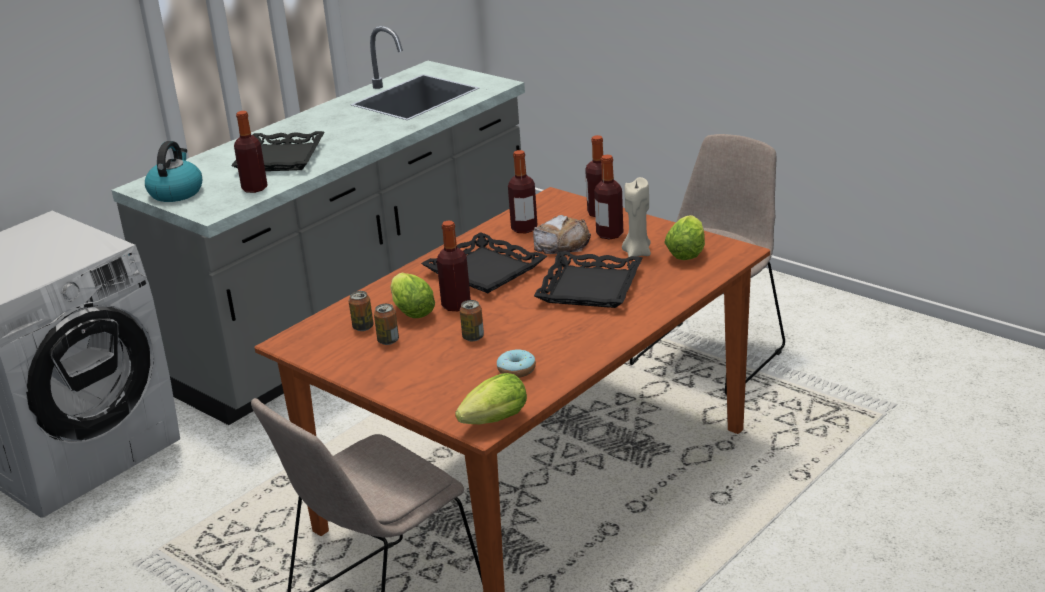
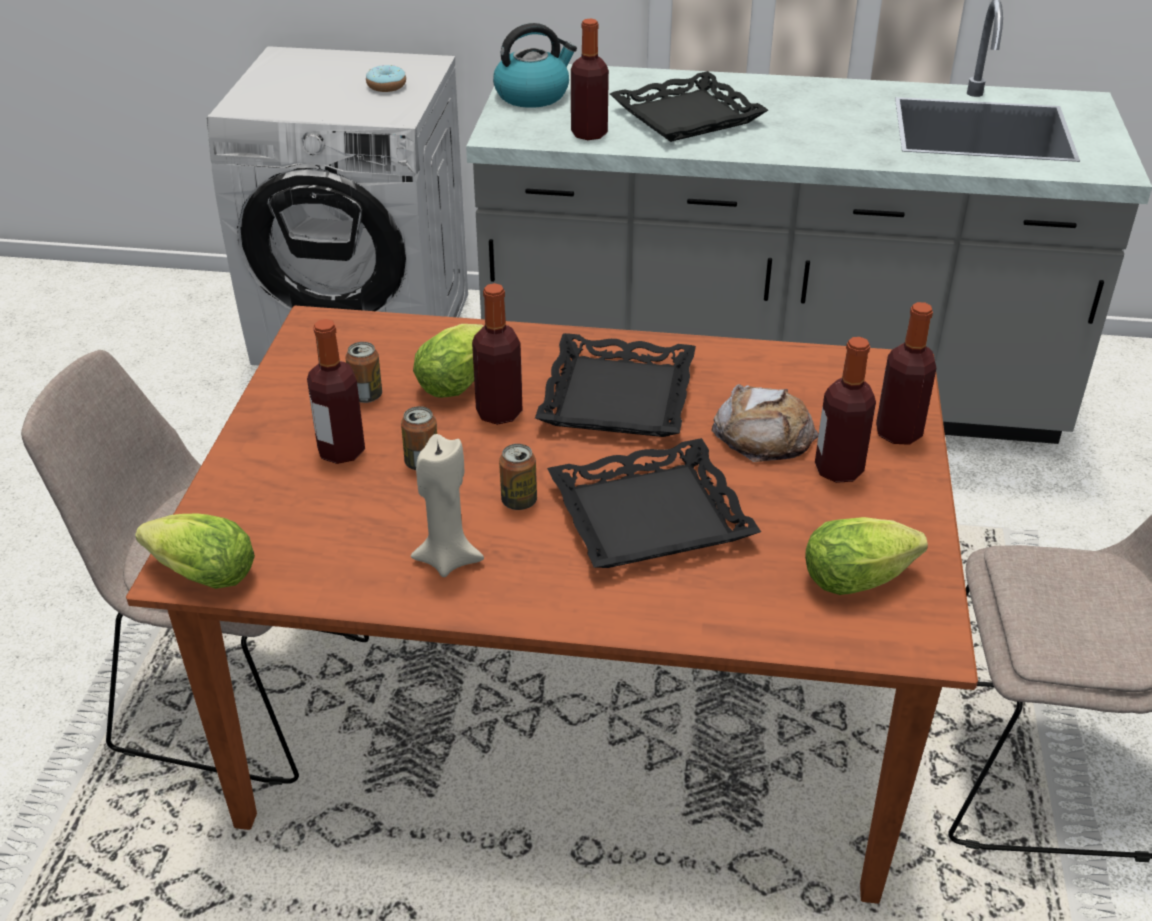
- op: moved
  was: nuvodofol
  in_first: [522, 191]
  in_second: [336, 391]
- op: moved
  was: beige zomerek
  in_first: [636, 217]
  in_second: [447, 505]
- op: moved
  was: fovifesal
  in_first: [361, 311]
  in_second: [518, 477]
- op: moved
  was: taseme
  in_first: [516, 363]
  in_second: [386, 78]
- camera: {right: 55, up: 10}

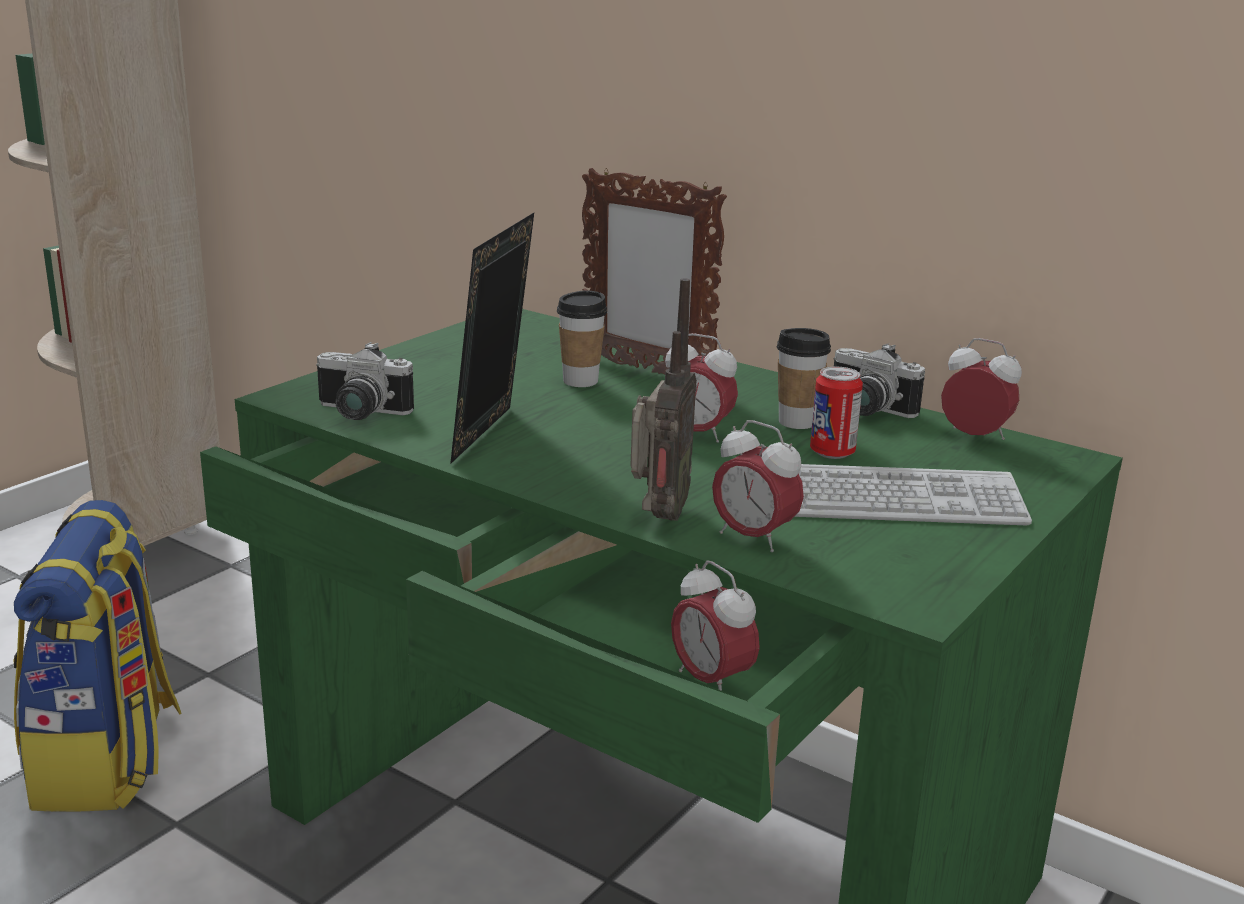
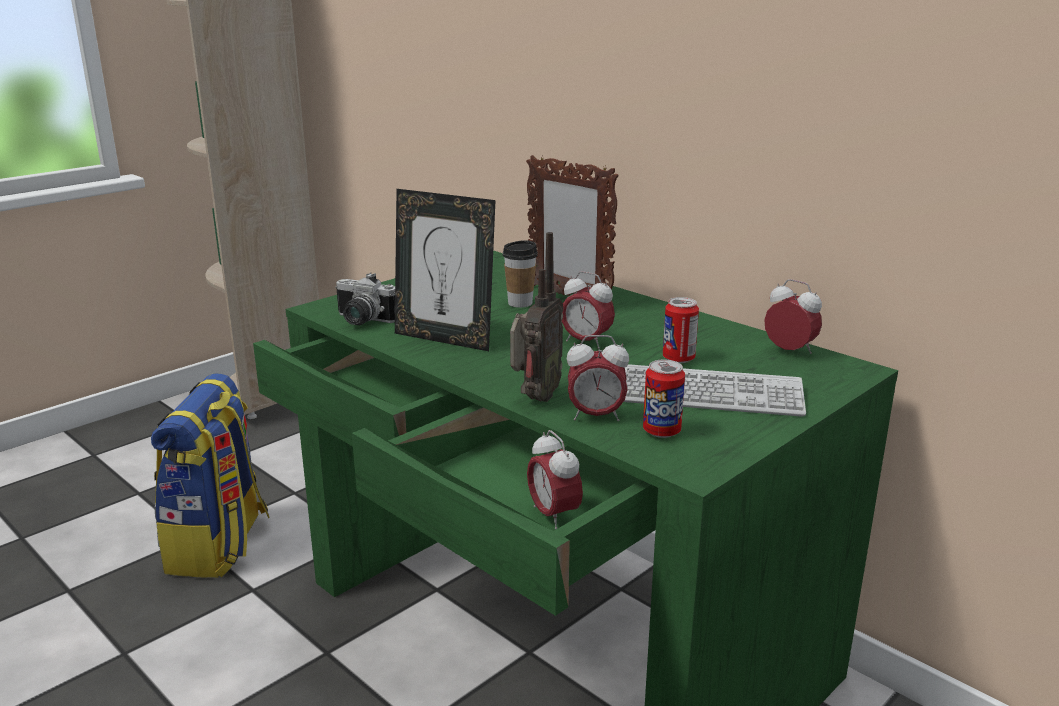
- op: turned
  was: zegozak
  in_first: [492, 338]
  in_second: [445, 270]
  clockwise: -90
- op: removed
  was: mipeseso
  in_first: [804, 378]
- op: removed
  was: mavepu
  in_first: [879, 380]
- op: turned
  was: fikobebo
  in_first: [758, 486]
  in_second: [598, 378]
  clockwise: -45
- op: added
  now: fovifesal
  in_second: [664, 399]
- camera: {right: 10, up: 0}

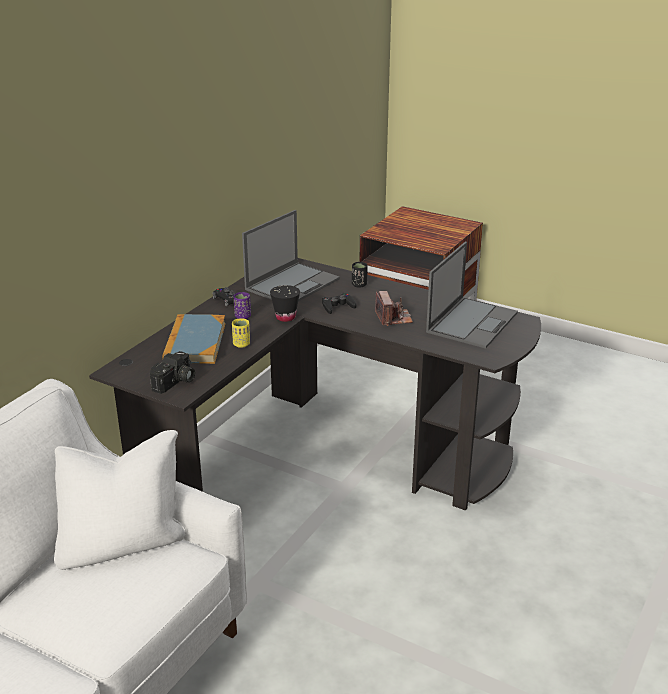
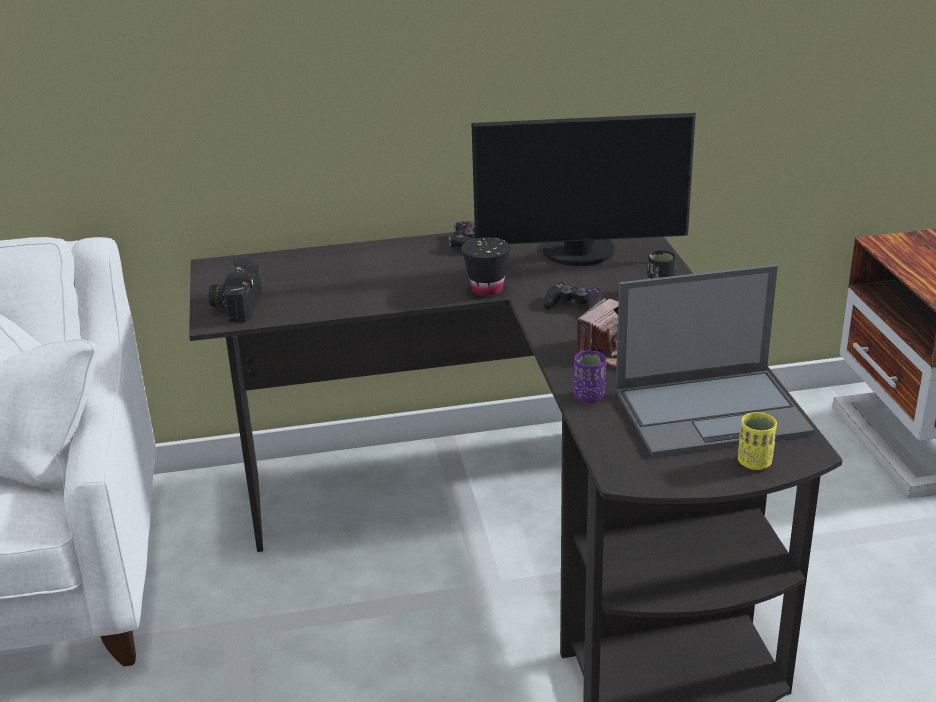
- op: replaced
  was: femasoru
  now: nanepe
  in_first: [291, 256]
  in_second: [584, 189]
- op: moved
  was: purple mipeseso
  in_first: [242, 305]
  in_second: [589, 377]
- op: removed
  was: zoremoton
  in_first: [194, 339]
- op: moved
  was: yellow mipeseso
  in_first: [241, 333]
  in_second: [757, 441]
- op: turned
  was: mavepu
  in_first: [172, 372]
  in_second: [235, 292]
  clockwise: 105
- camera: {right: 50, up: 0}

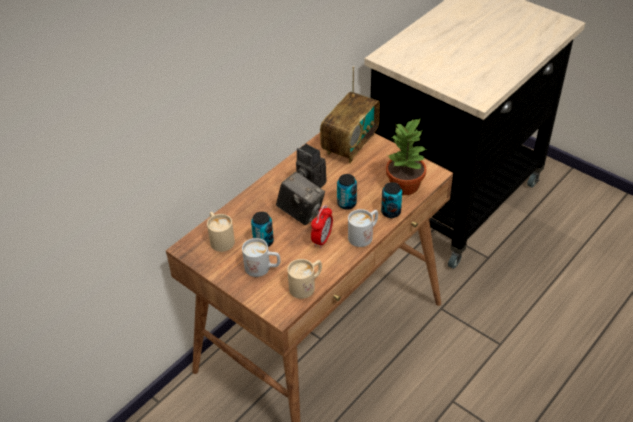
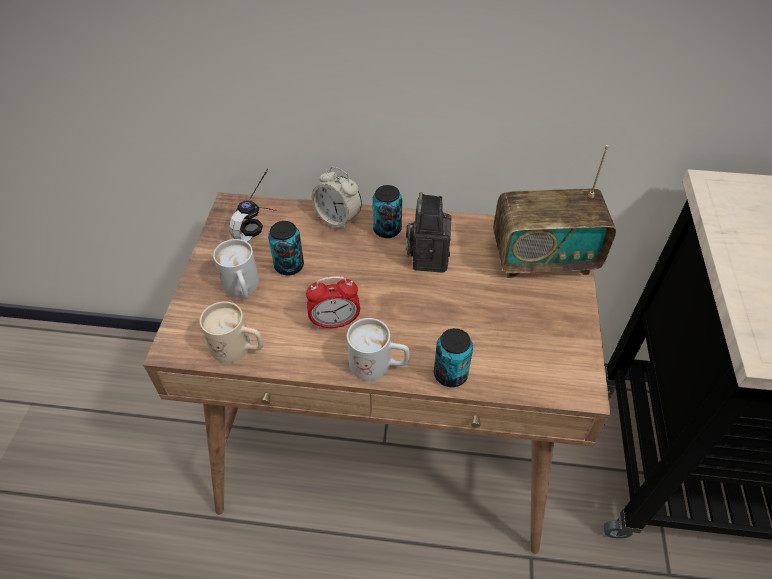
- op: removed
  was: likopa
  in_first: [406, 156]
- op: removed
  was: mavepu
  in_first: [300, 198]
- op: moved
  was: fovifesal
  in_first: [347, 192]
  in_second: [387, 211]
- op: replaced
  was: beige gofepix
  now: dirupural
  in_first: [221, 232]
  in_second: [253, 205]
- op: added
  now: fikobebo
  in_second: [337, 198]
- camera: {right: 55, up: 5}

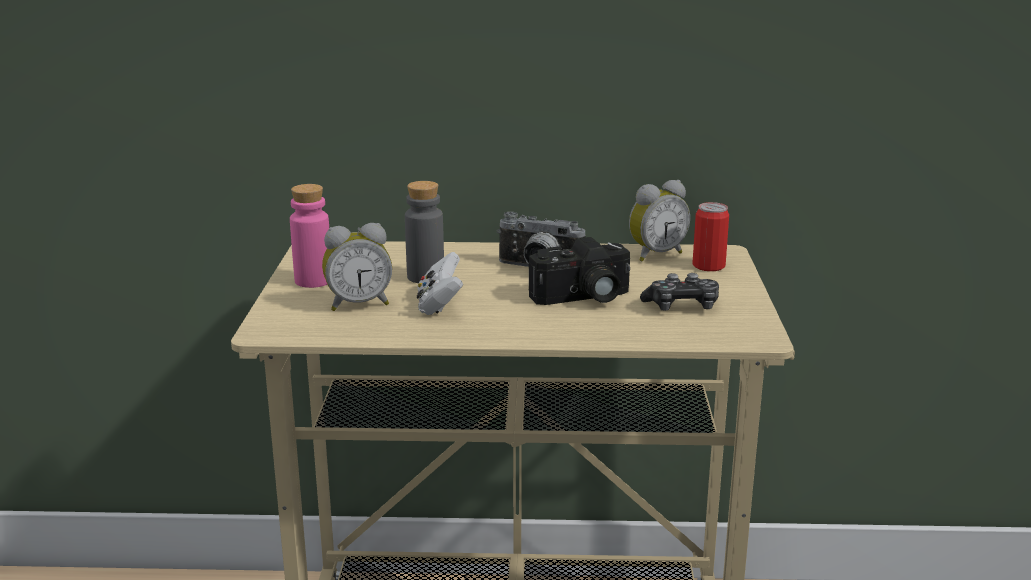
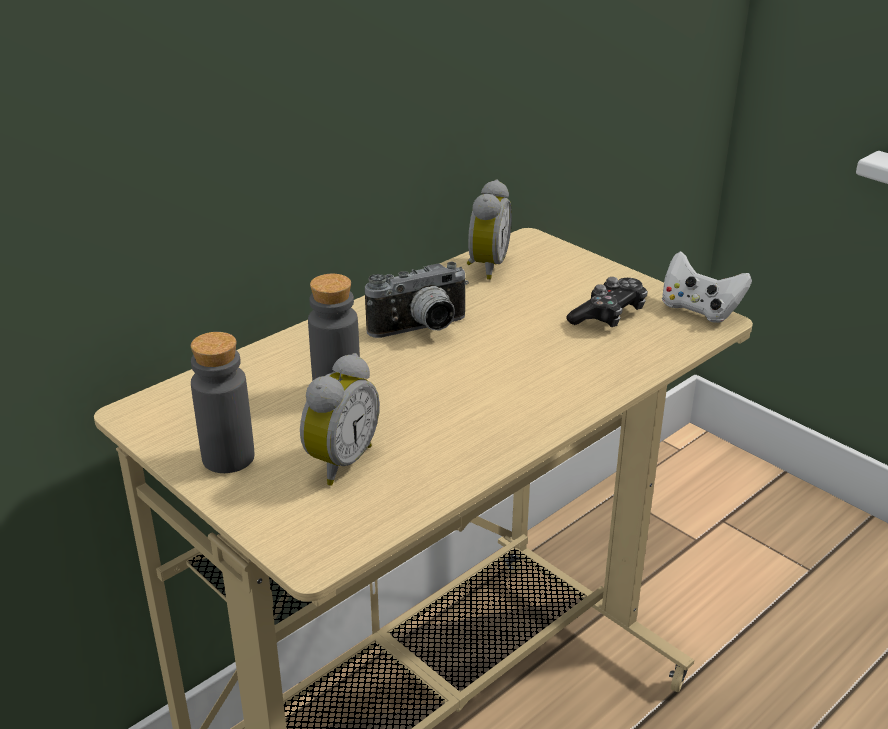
- op: recoloured
  was: pink nuvodofol
  now: grey nuvodofol
  in_first: [309, 236]
  in_second: [223, 402]
- op: removed
  was: fovifesal
  in_first: [710, 236]
- op: removed
  was: mavepu
  in_first: [579, 271]
- op: moved
  was: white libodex
  in_first: [440, 283]
  in_second: [707, 287]
- camera: {right: -45, up: 10}

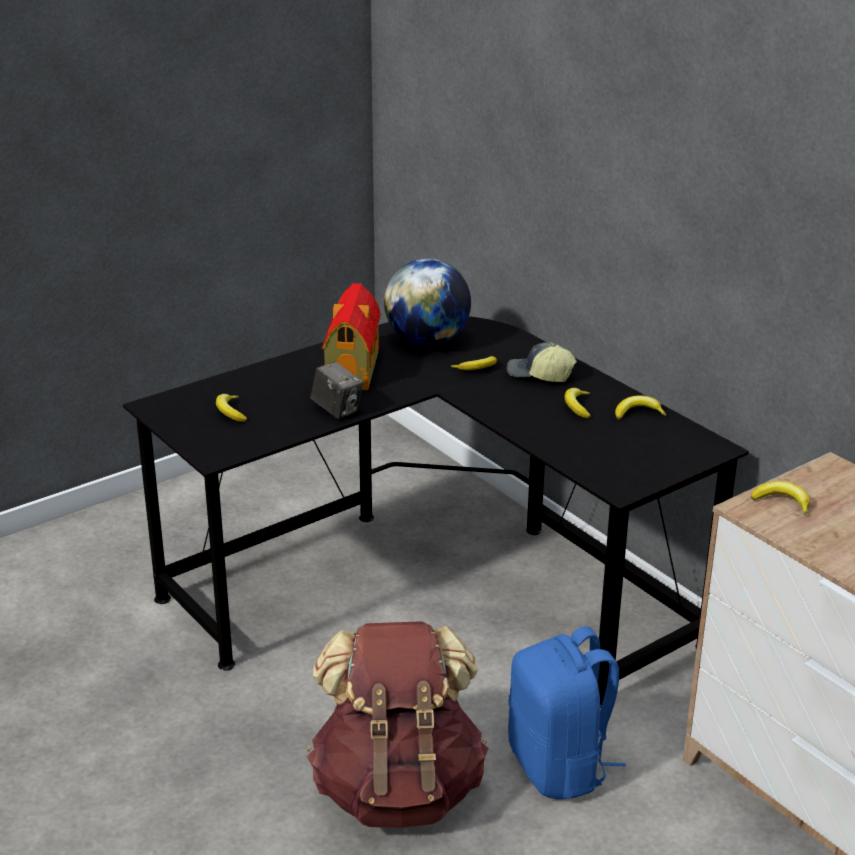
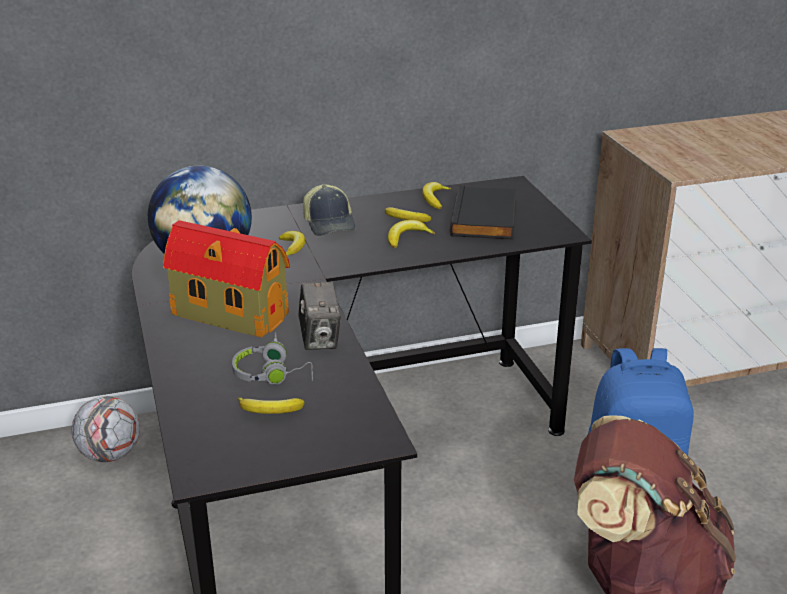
- op: turned
  was: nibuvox
  in_first: [542, 362]
  in_second: [329, 210]
  clockwise: -60
- op: turned
  was: mavepu
  in_first: [336, 390]
  in_second: [319, 316]
  clockwise: 105
- op: moved
  was: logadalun
  in_first: [780, 498]
  in_second: [411, 234]
- op: added
  now: black zoremoton
  in_second: [483, 212]
- op: added
  now: grey dirupural
  in_second: [272, 358]
- op: added
  now: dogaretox
  in_second: [106, 429]
- camera: {right: -70, up: 0}

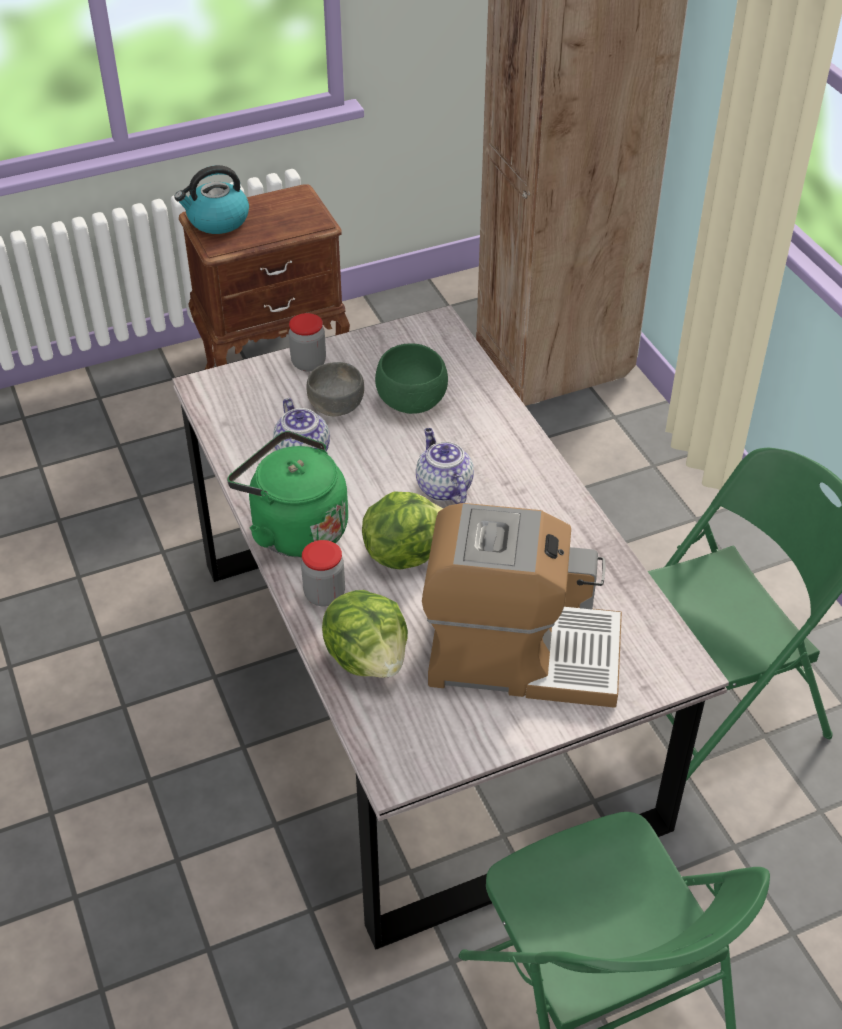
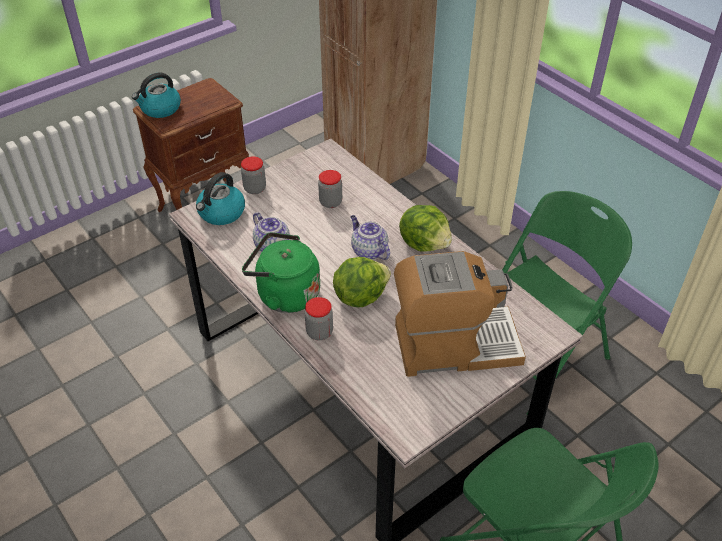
- op: replaced
  was: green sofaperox
  now: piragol
  in_first: [411, 378]
  in_second: [330, 189]
- op: removed
  was: grey sofaperox
  in_first: [335, 389]
- op: moved
  was: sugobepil
  in_first: [365, 634]
  in_second: [425, 228]
- op: added
  now: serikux
  in_second: [220, 198]
- camera: {right: -15, up: 0}

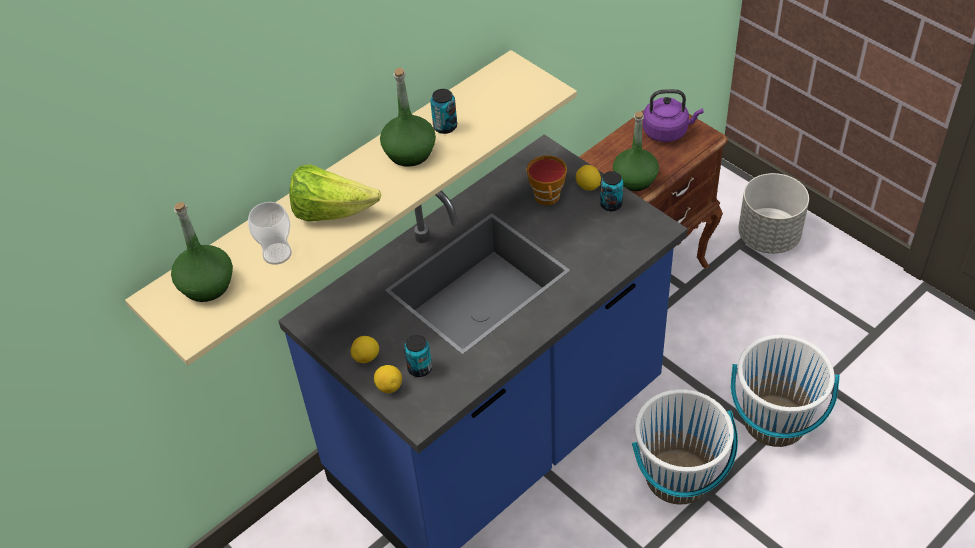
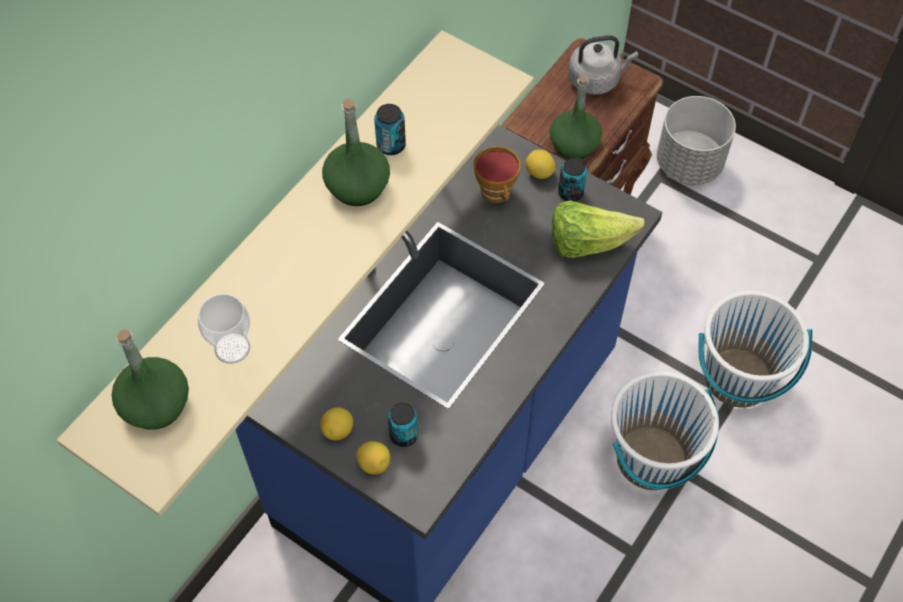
- op: recoloured
  was: purple serikux
  now: grey serikux
  in_first: [673, 115]
  in_second: [603, 65]
- op: moved
  was: sugobepil
  in_first: [335, 193]
  in_second: [598, 229]
- camera: {right: -15, up: 10}

